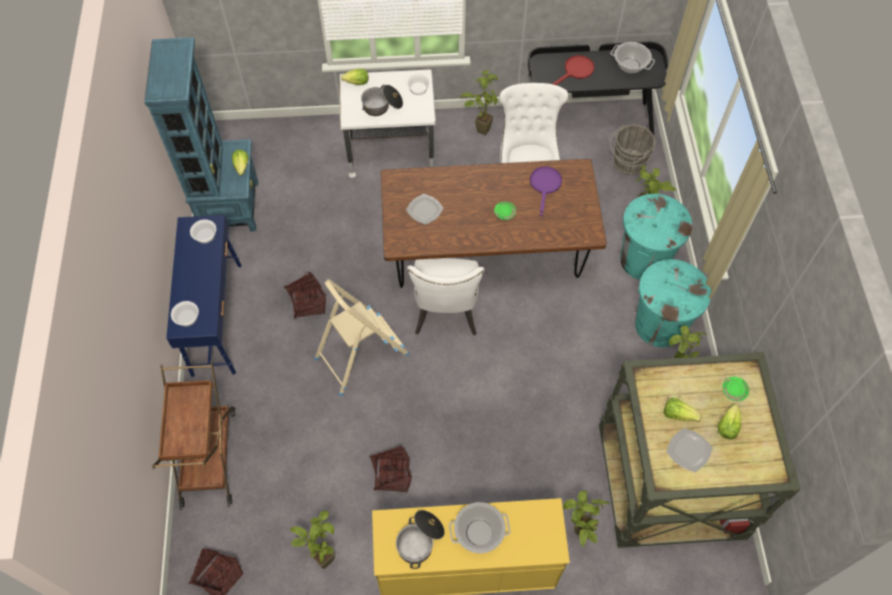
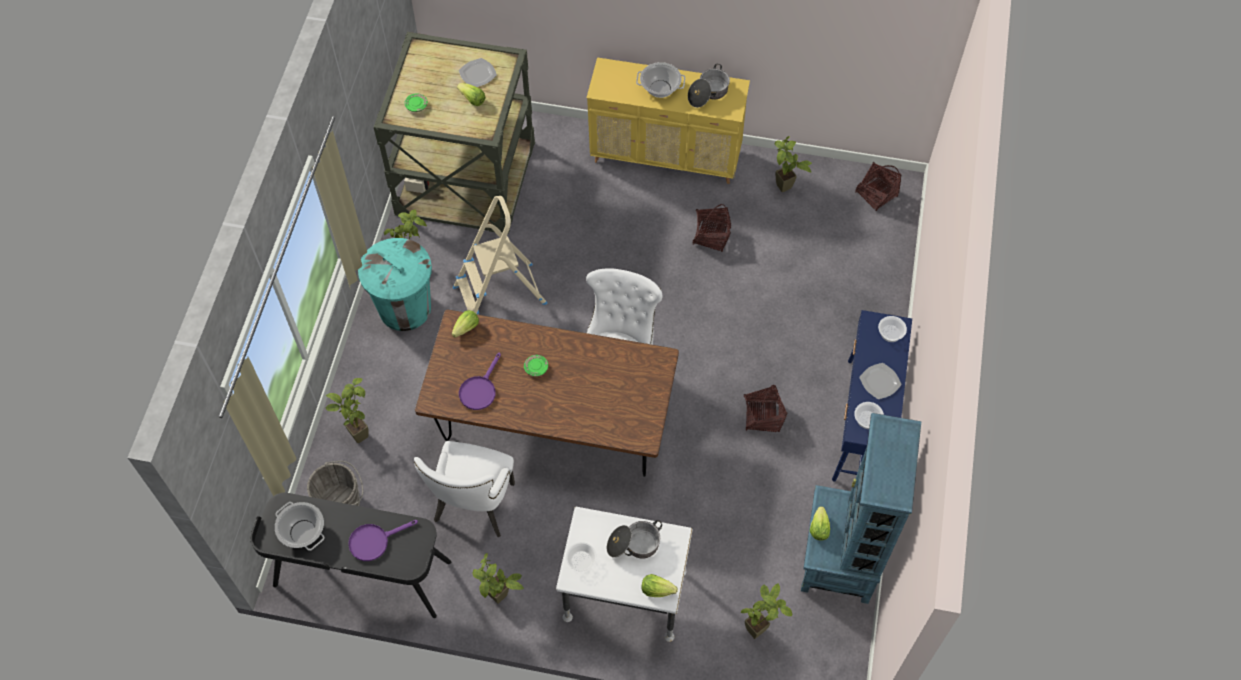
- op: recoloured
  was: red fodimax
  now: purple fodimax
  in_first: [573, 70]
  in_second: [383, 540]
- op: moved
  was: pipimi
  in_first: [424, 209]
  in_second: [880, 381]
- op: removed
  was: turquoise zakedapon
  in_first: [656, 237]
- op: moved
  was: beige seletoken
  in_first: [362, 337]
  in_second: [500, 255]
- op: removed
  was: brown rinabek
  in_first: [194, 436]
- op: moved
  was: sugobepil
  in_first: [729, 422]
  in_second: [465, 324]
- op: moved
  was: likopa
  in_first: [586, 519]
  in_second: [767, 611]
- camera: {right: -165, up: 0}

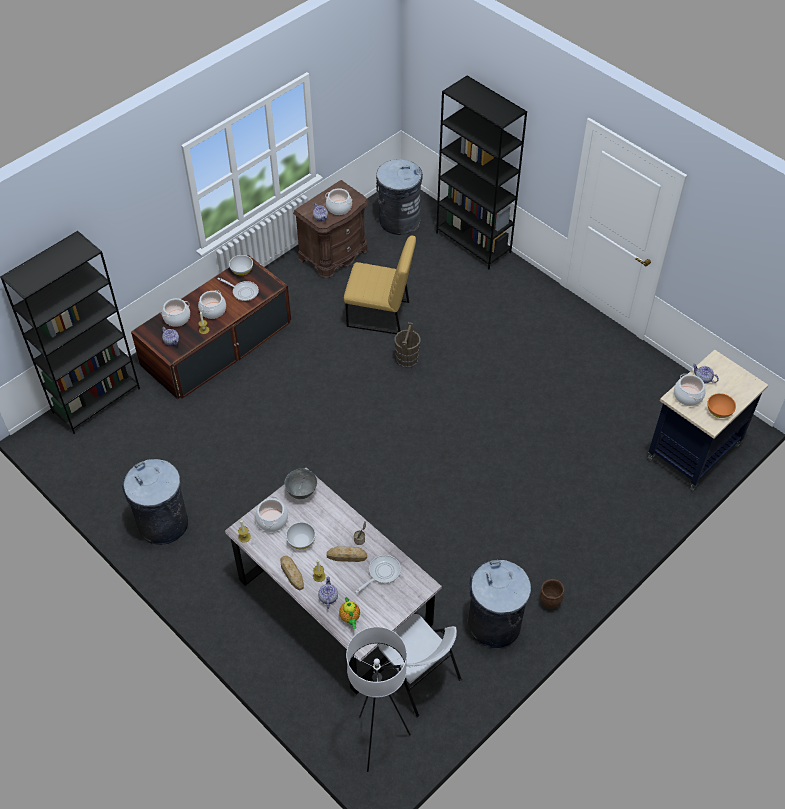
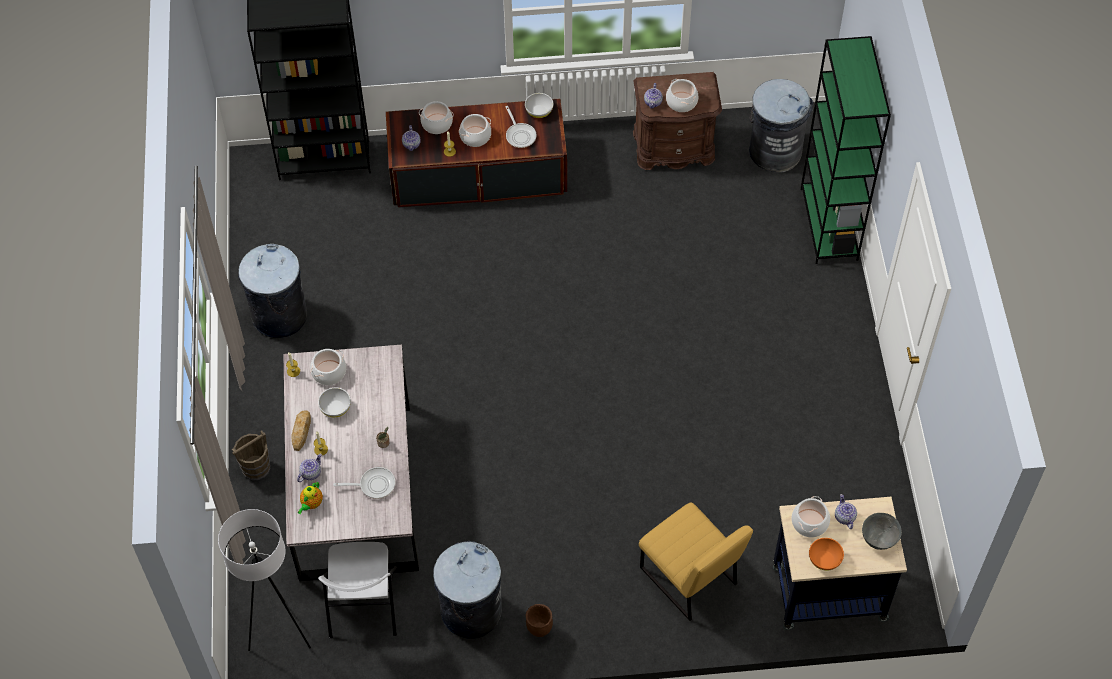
- op: recoloured
  was: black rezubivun
  now: green rezubivun
  in_first: [481, 172]
  in_second: [845, 150]
- op: moved
  was: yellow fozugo
  in_first: [380, 284]
  in_second: [696, 562]
- op: moved
  was: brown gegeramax
  in_first: [407, 345]
  in_second: [251, 455]
- op: moved
  was: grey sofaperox
  in_first: [300, 484]
  in_second: [882, 531]
- op: removed
  was: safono
  in_first: [347, 554]
- camera: {right: 40, up: 5}

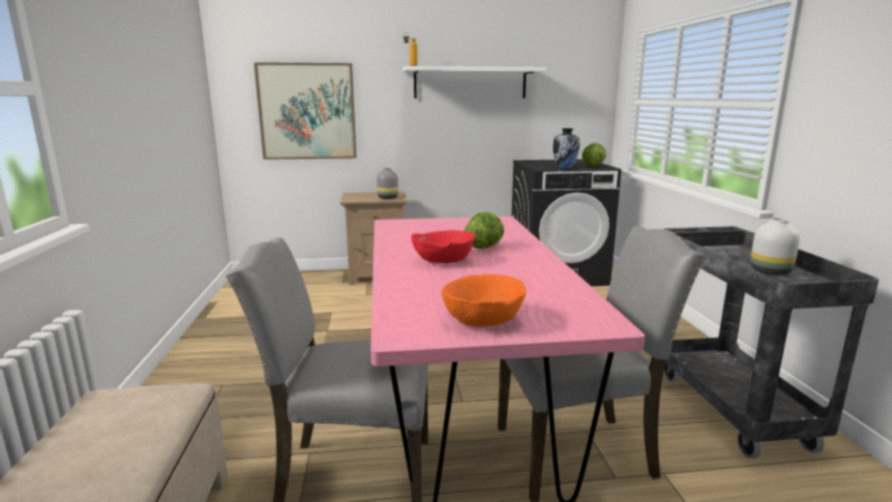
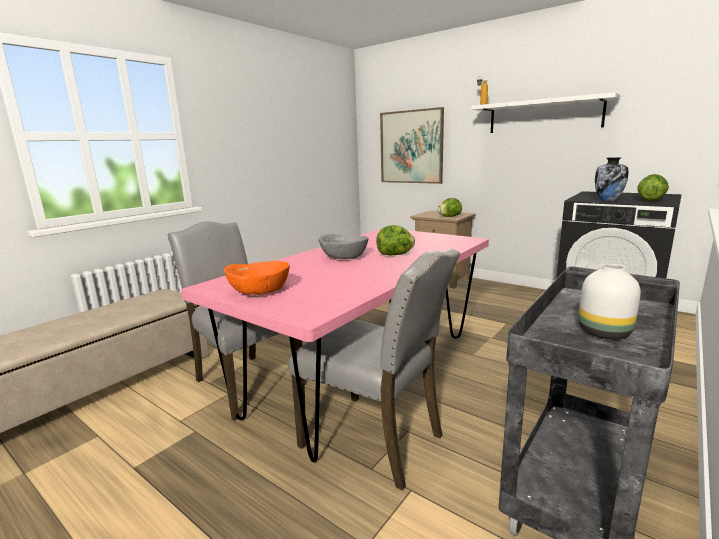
- op: replaced
  was: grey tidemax
  now: sugobepil
  in_first: [387, 183]
  in_second: [450, 207]
- op: recoloured
  was: red sofaperox
  now: grey sofaperox
  in_first: [443, 246]
  in_second: [343, 246]
- camera: {right: 45, up: 0}

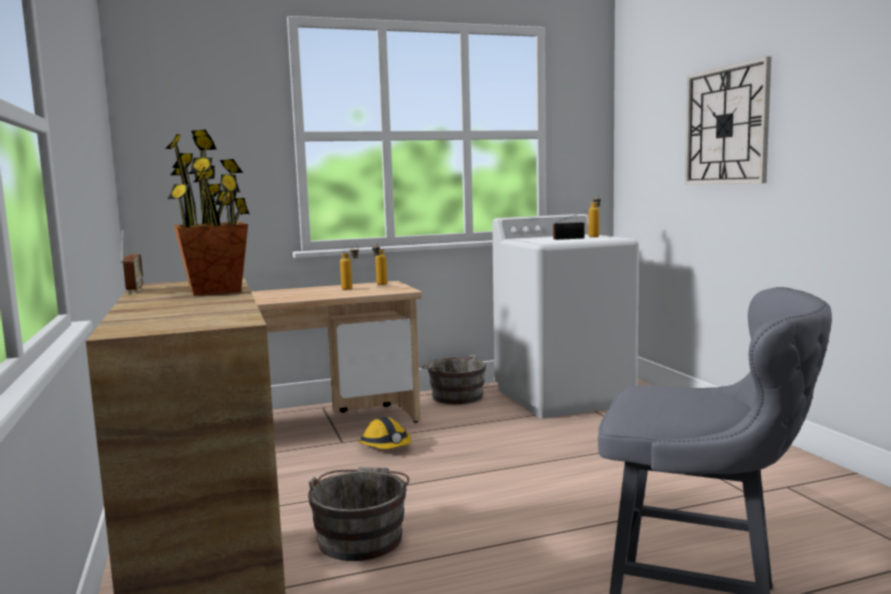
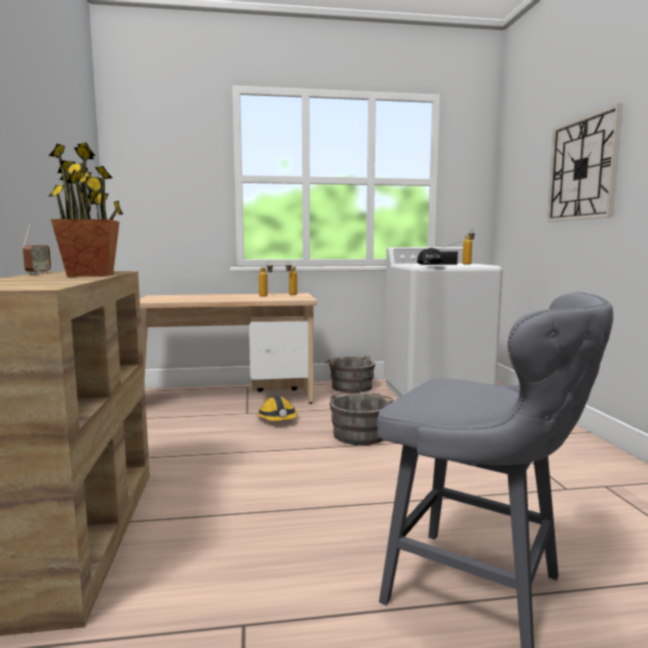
- op: moved
  was: grey gegeramax
  in_first: [358, 514]
  in_second: [361, 418]
- op: added
  now: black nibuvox
  in_second: [430, 256]
- camera: {right: 10, up: 0}

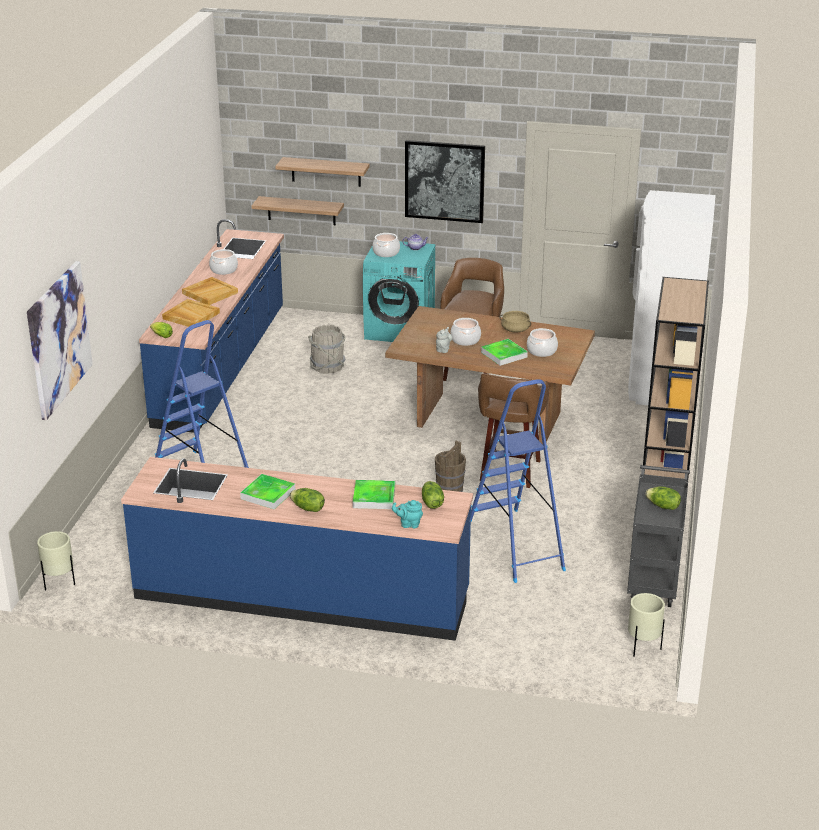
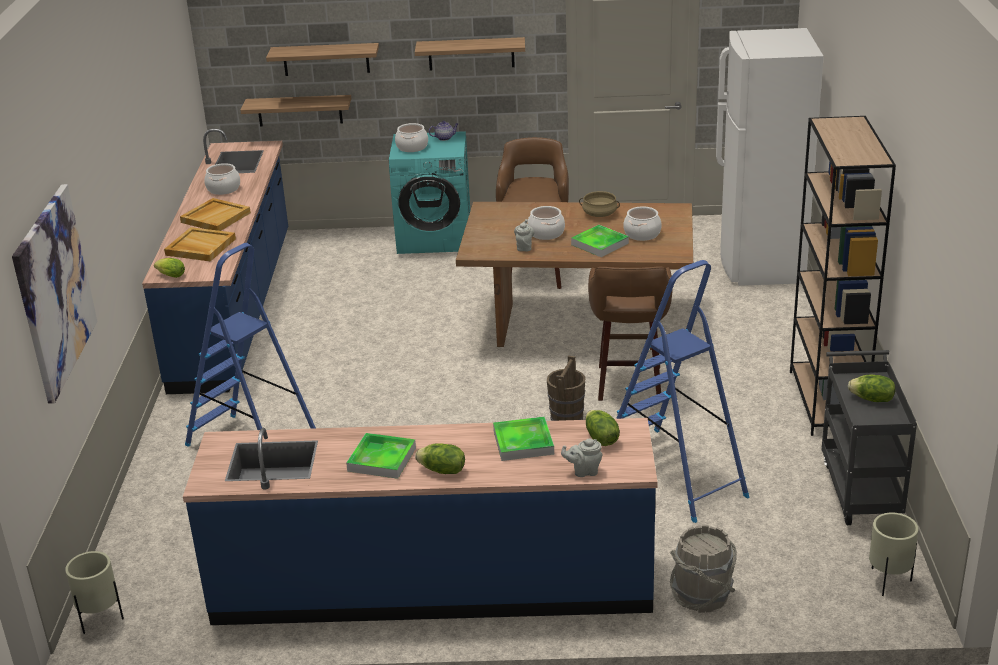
- op: replaced
  was: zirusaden
  now: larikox
  in_first: [445, 181]
  in_second: [470, 53]
- op: moved
  was: grey gegeramax
  in_first: [327, 349]
  in_second: [703, 568]
- op: recoloured
  was: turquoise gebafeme
  now: grey gebafeme
  in_first: [407, 514]
  in_second: [581, 457]
- camera: {right: -10, up: 0}

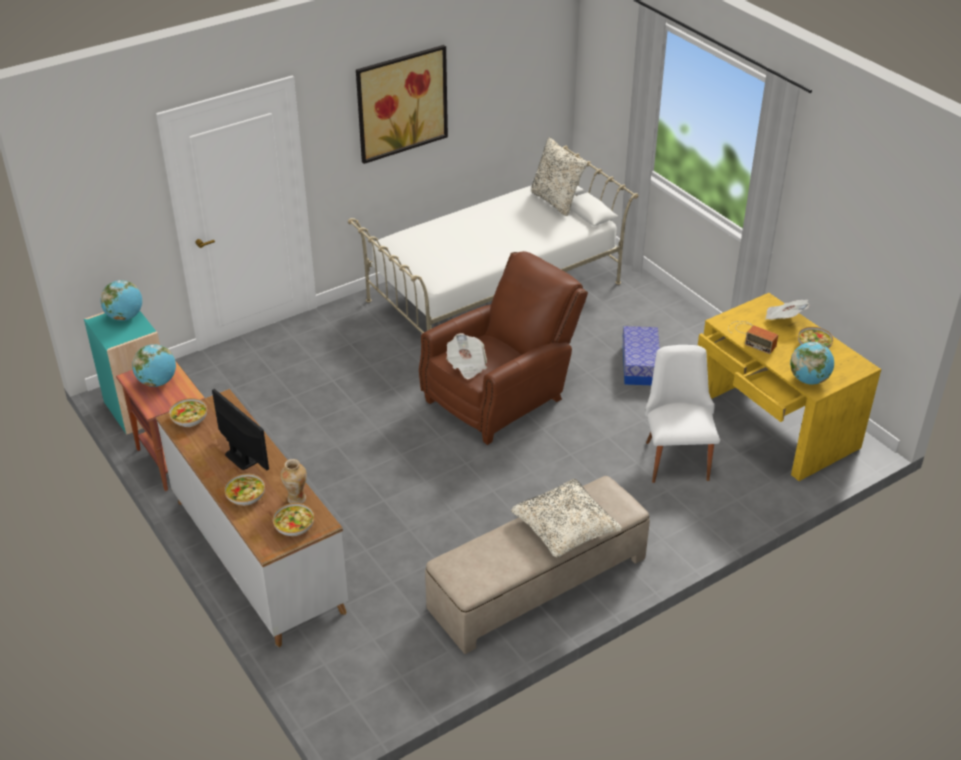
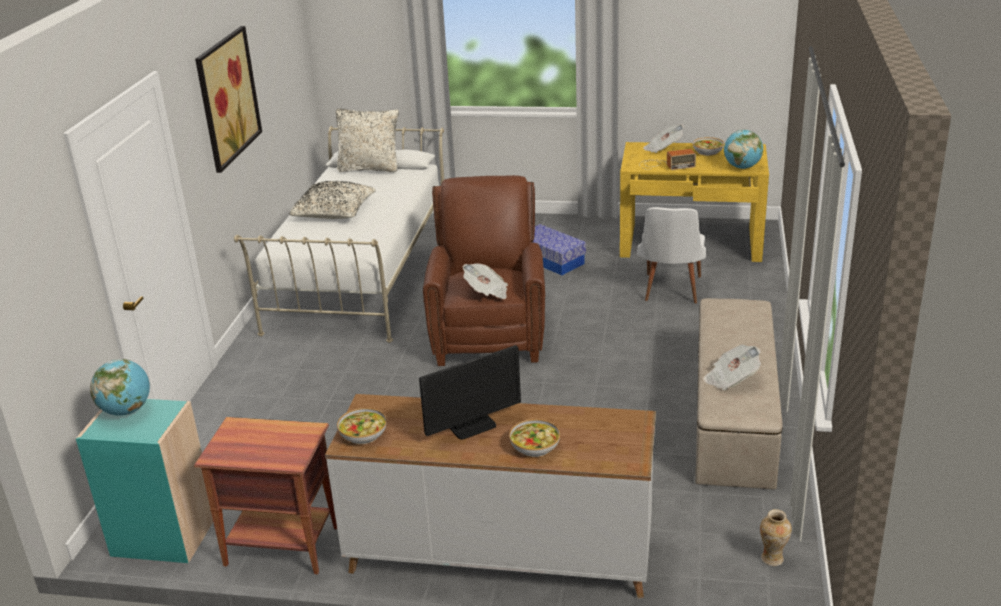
- op: removed
  was: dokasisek
  in_first: [154, 365]
- op: turned
  was: white fozugo
  in_first: [682, 414]
  in_second: [671, 255]
  clockwise: -120
- op: turned
  was: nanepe
  in_first: [240, 430]
  in_second: [470, 392]
  clockwise: 150
- op: moved
  was: tidemax
  in_first: [293, 481]
  in_second: [776, 537]
- op: moved
  was: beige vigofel
  in_first: [566, 518]
  in_second: [332, 200]
- op: removed
  was: sofaperox
  in_first: [293, 519]
- op: added
  now: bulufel
  in_second: [732, 367]
- camera: {right: -45, up: -10}

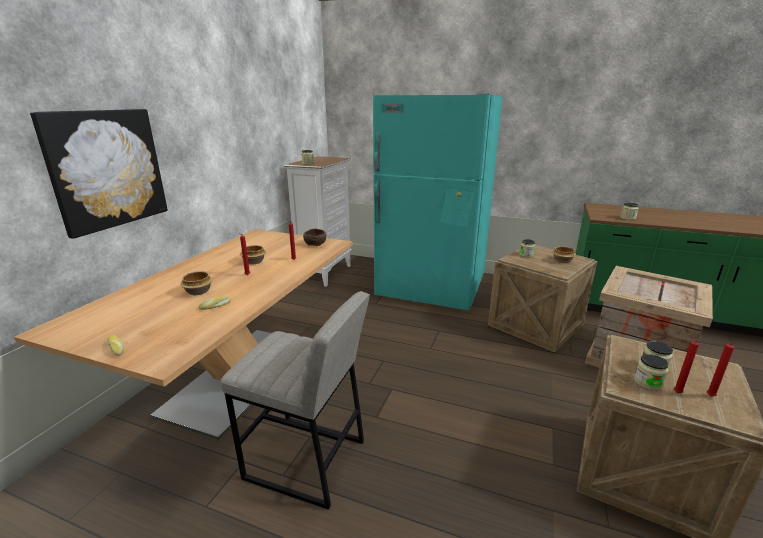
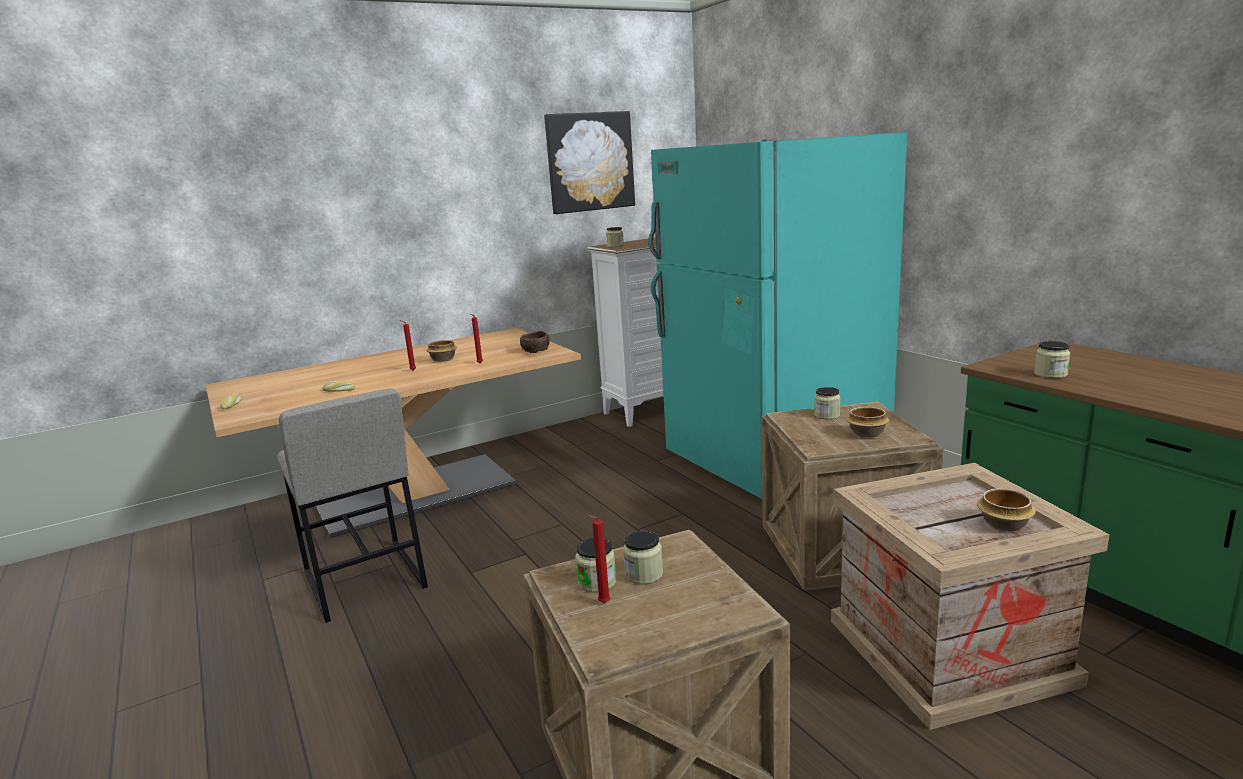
- op: moved
  was: zirusaden
  in_first: [99, 174]
  in_second: [589, 162]
- op: moved
  was: sofaperox
  in_first: [196, 283]
  in_second: [1006, 510]
- op: removed
  was: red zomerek
  in_first: [720, 369]
- camera: {right: 40, up: -5}

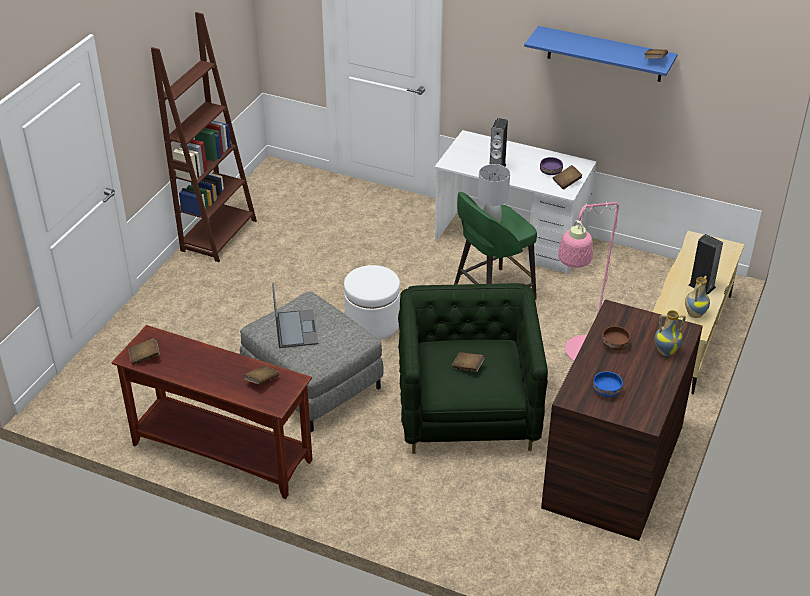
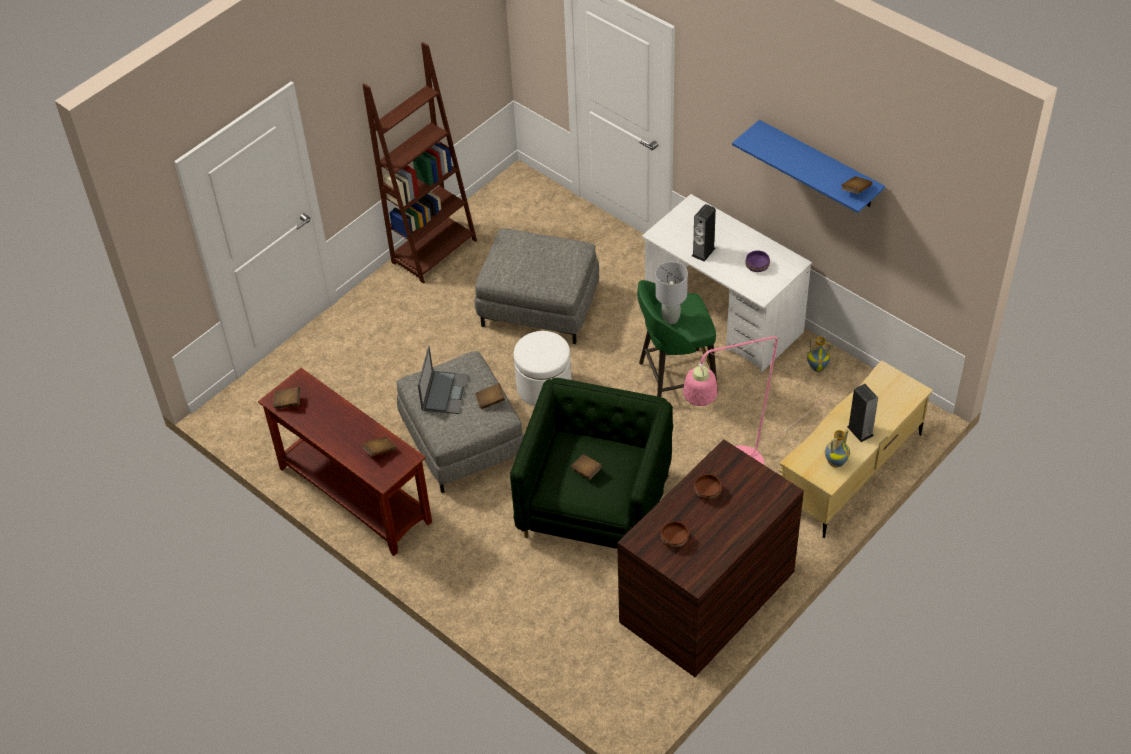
- op: moved
  was: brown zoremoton
  in_first: [567, 177]
  in_second: [490, 396]
- op: moved
  was: tidemax
  in_first: [670, 333]
  in_second: [819, 354]
- op: recoloured
  was: blue sofaperox
  now: brown sofaperox
  in_first: [608, 384]
  in_second: [675, 534]
- op: added
  now: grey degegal
  in_second: [536, 286]
- camera: {right: 20, up: 10}

